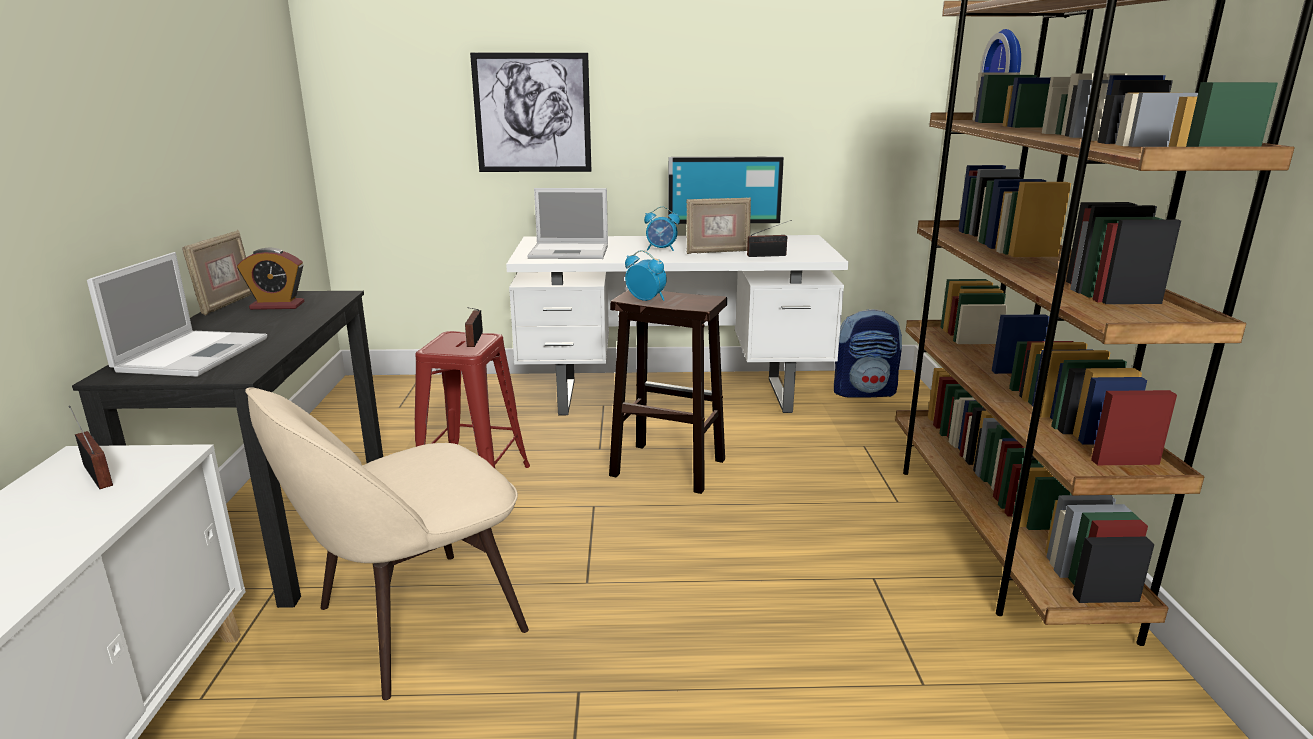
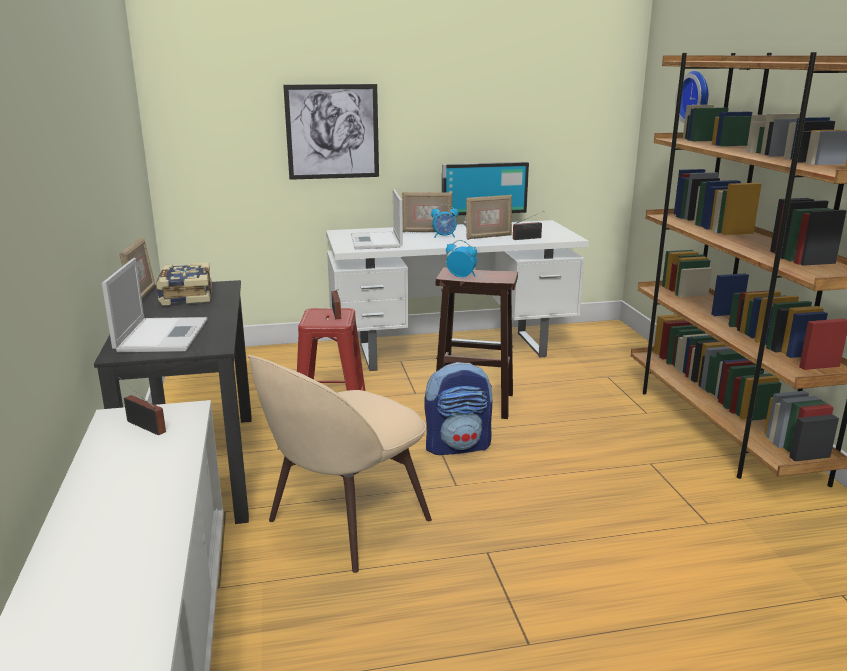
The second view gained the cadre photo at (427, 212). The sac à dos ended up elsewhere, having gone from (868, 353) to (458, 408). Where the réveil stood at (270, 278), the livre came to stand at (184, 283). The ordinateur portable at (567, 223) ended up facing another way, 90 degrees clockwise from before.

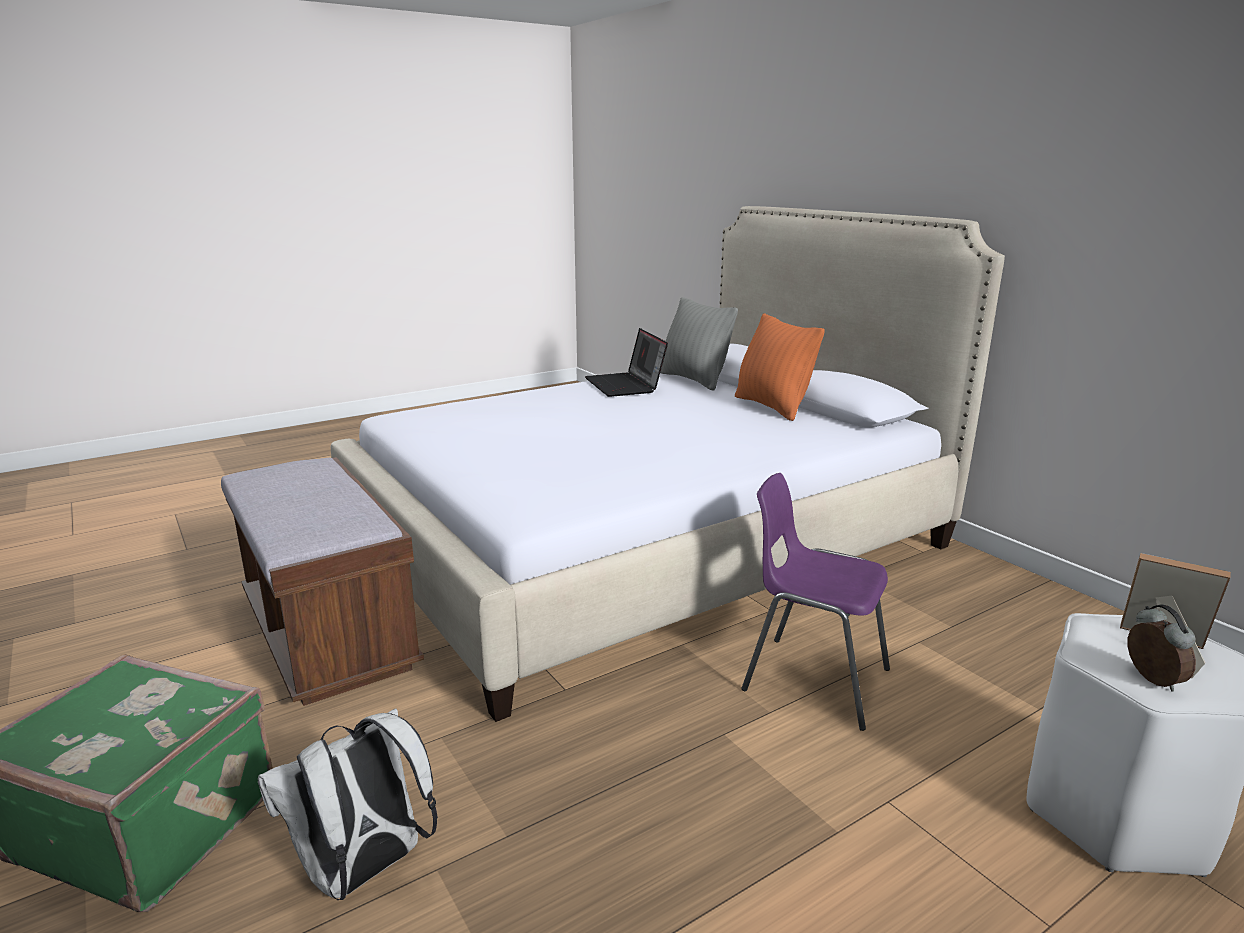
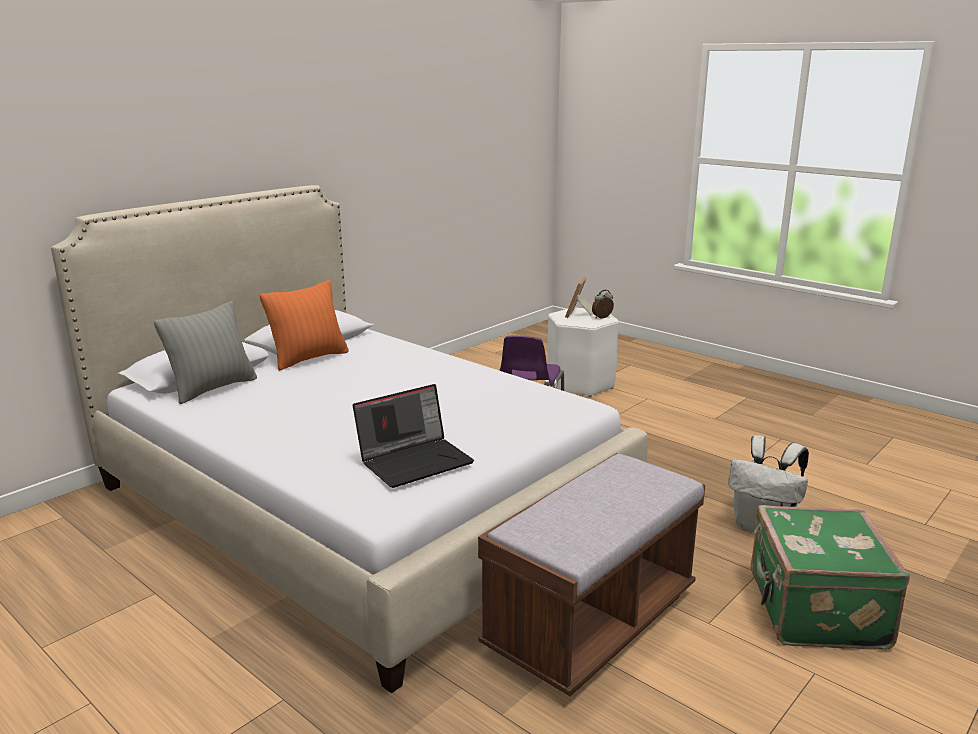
The ordinateur portable ended up elsewhere, having gone from (626, 362) to (413, 436).

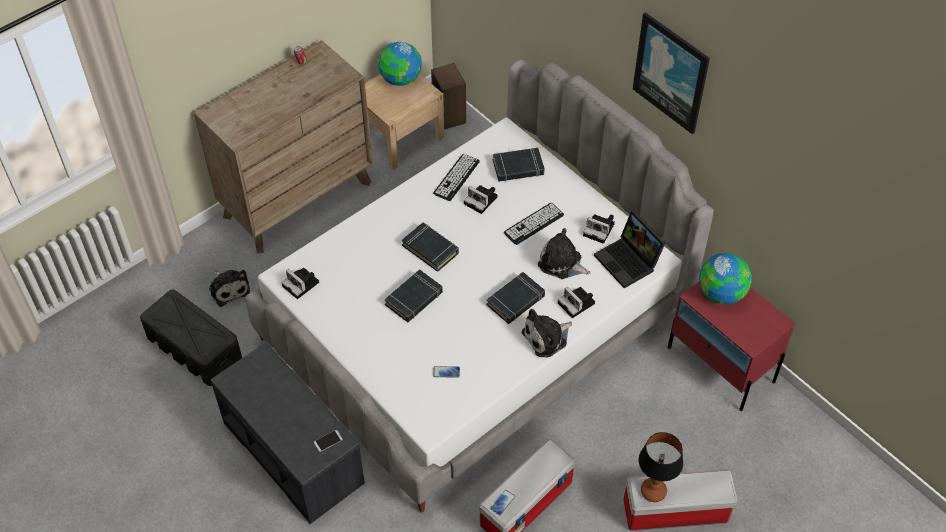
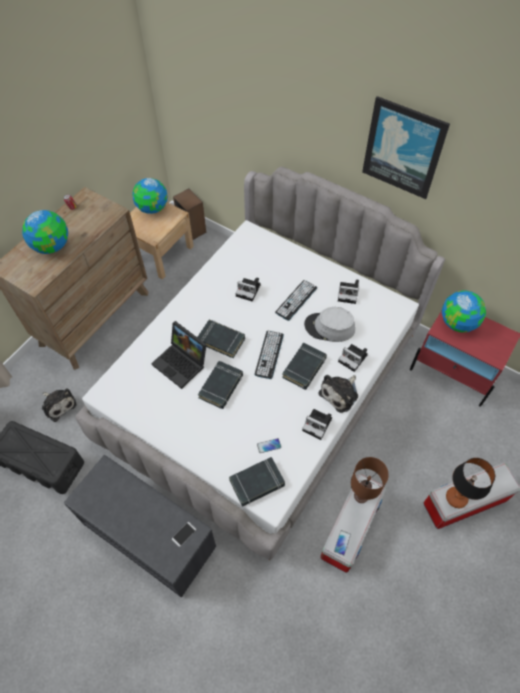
The second view gained the globe at (45, 232). The second view gained the lampe de table [marron] at (370, 480). The appareil photo ended up elsewhere, having gone from (300, 283) to (317, 424). The clavier ended up elsewhere, having gone from (456, 177) to (269, 355). The livre [noir] ended up elsewhere, having gone from (519, 165) to (257, 481). The ordinateur portable ended up elsewhere, having gone from (629, 249) to (179, 355). Where the peluche stood at (564, 253), the chapeau [gris] came to stand at (329, 324).

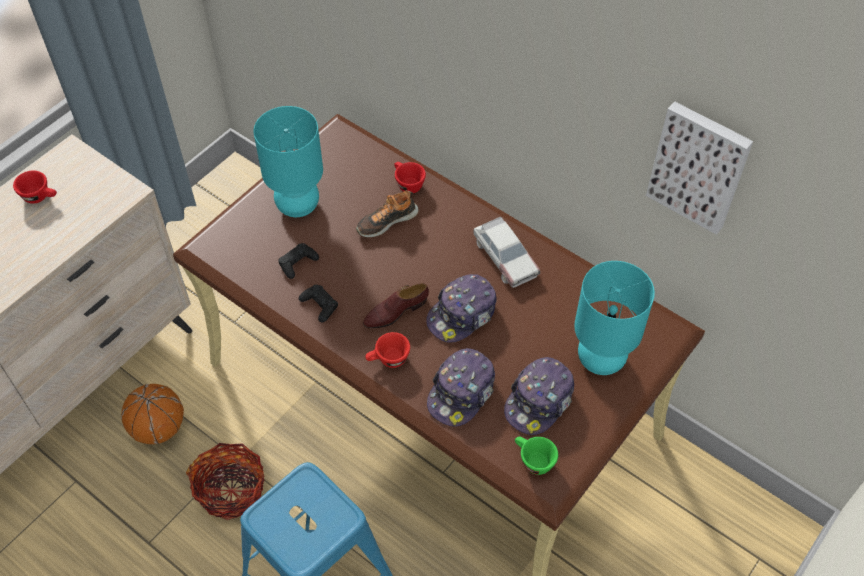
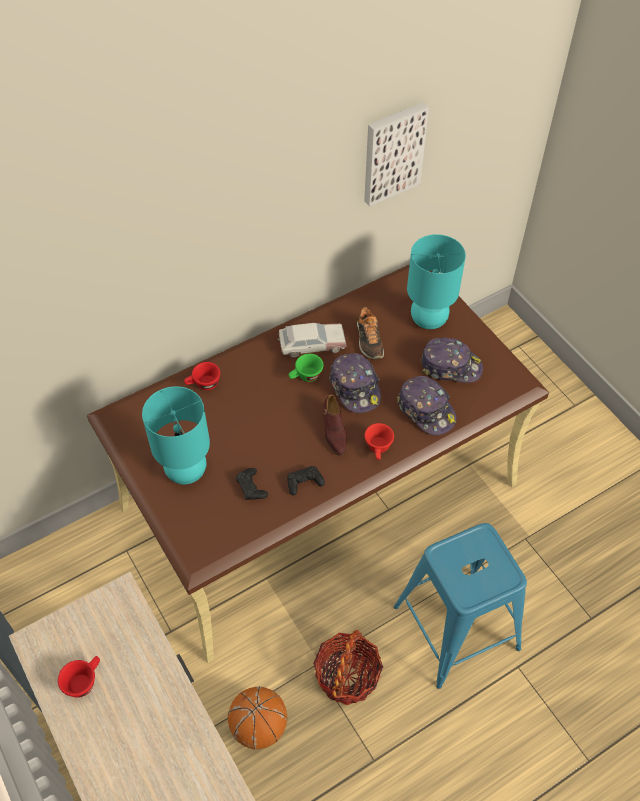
The chaussure ended up elsewhere, having gone from (387, 214) to (370, 333). The tasse [vert] ended up elsewhere, having gone from (536, 455) to (306, 368). The casquette at (539, 396) ended up facing another way, 45 degrees counterclockwise from before.

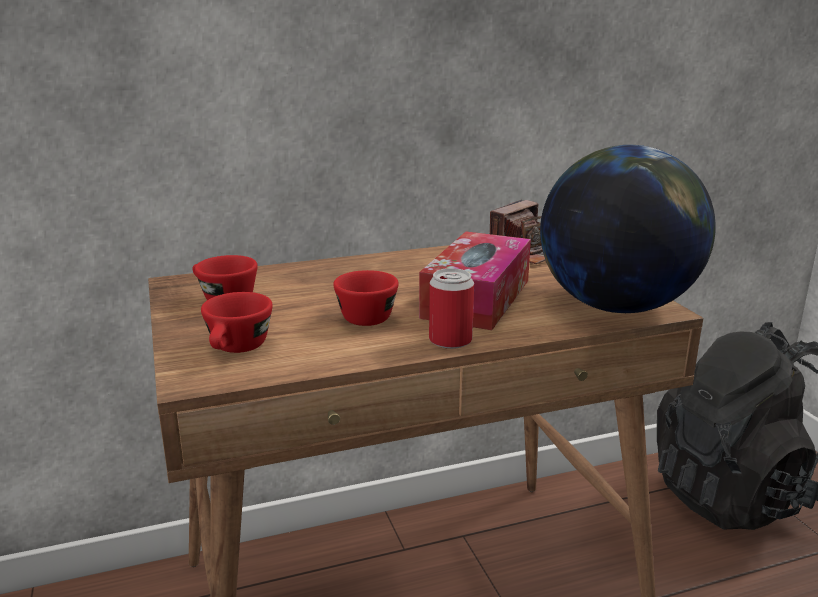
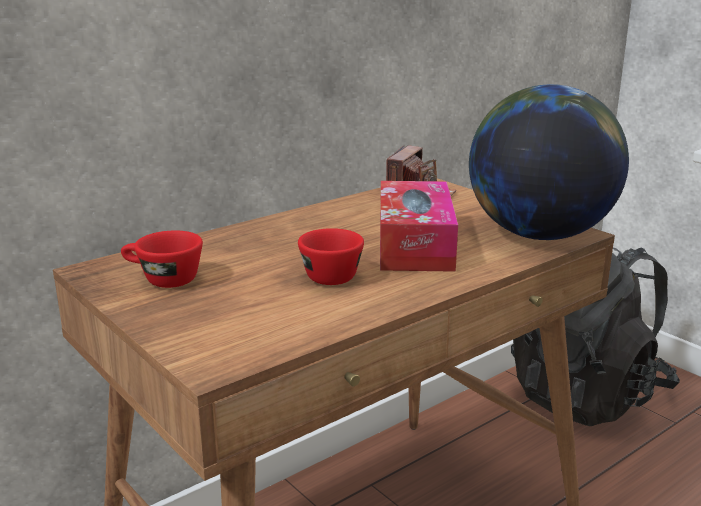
The second view lost the tasse [rouge] at (237, 322). The second view lost the boîte métallique at (451, 308).

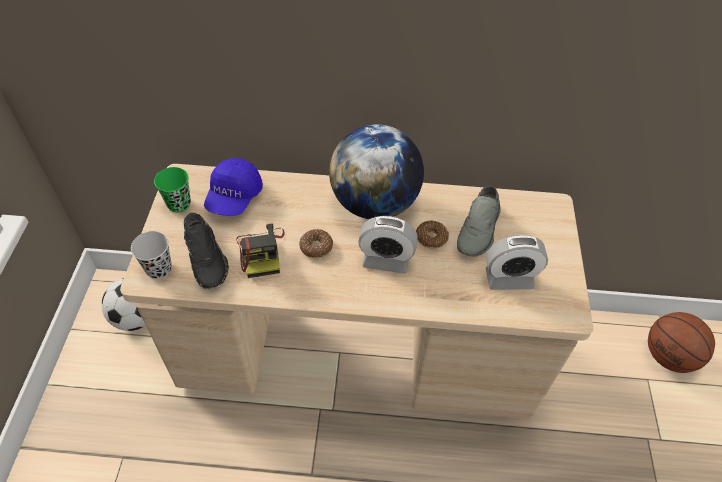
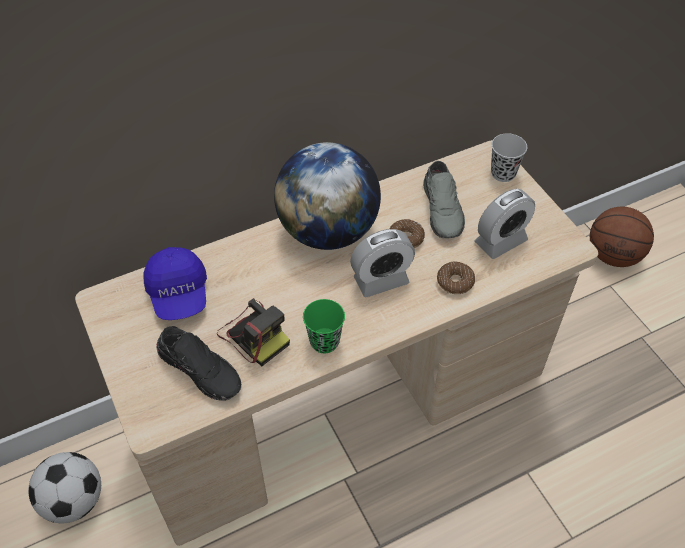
The tasse [noir] ended up elsewhere, having gone from (151, 255) to (509, 157). The tasse [vert] ended up elsewhere, having gone from (172, 189) to (324, 326). The beignet ended up elsewhere, having gone from (316, 243) to (456, 278).

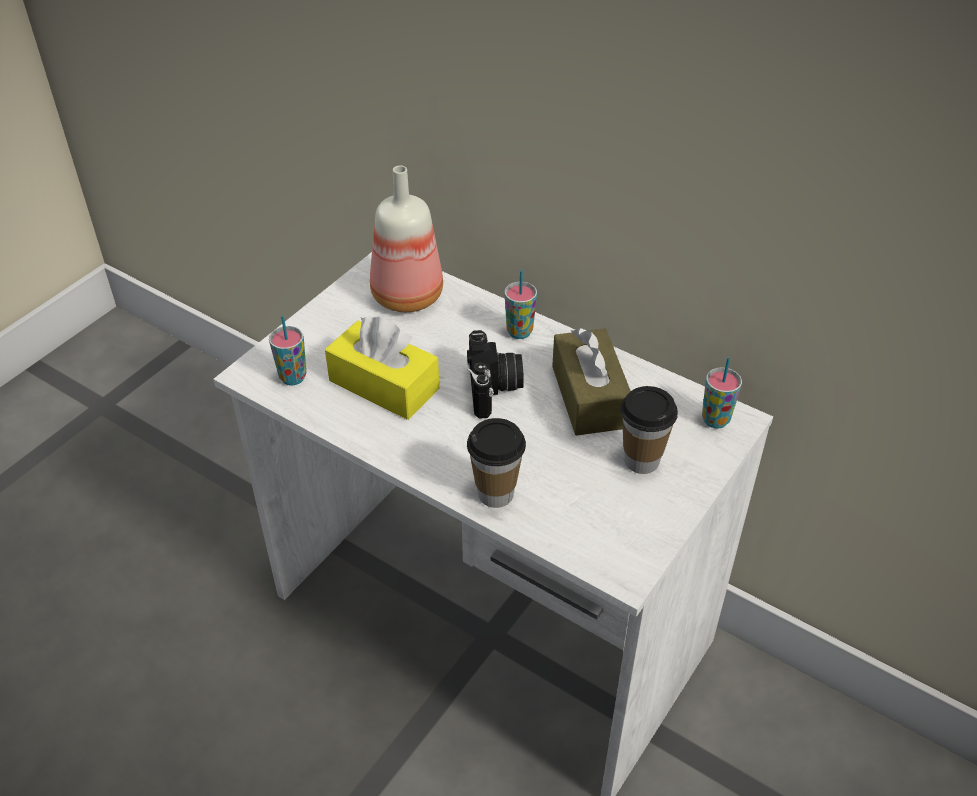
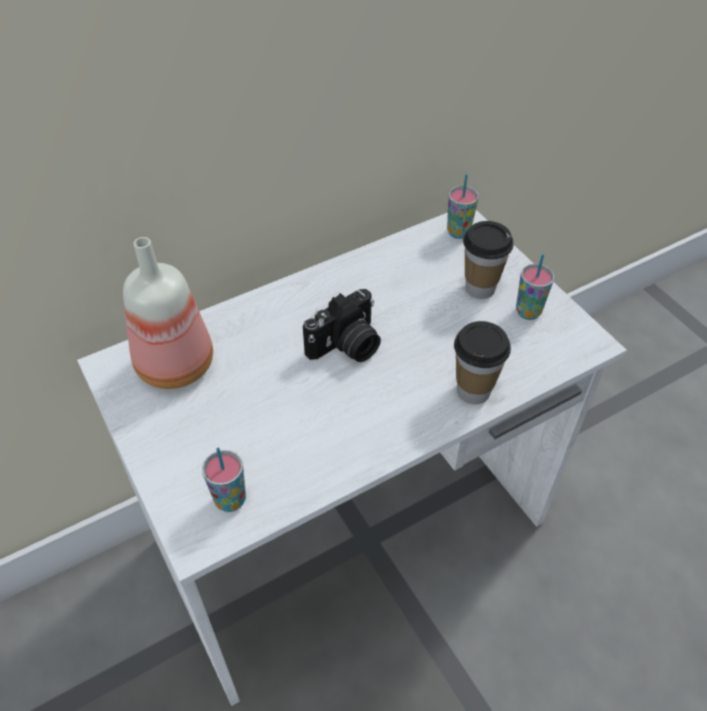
The second view lost the boîte à mouchoirs [jaune] at (382, 368). The second view lost the boîte à mouchoirs [marron] at (591, 382). The tasse ended up elsewhere, having gone from (520, 304) to (535, 287). The appareil photo at (495, 374) ended up facing another way, 120 degrees clockwise from before.

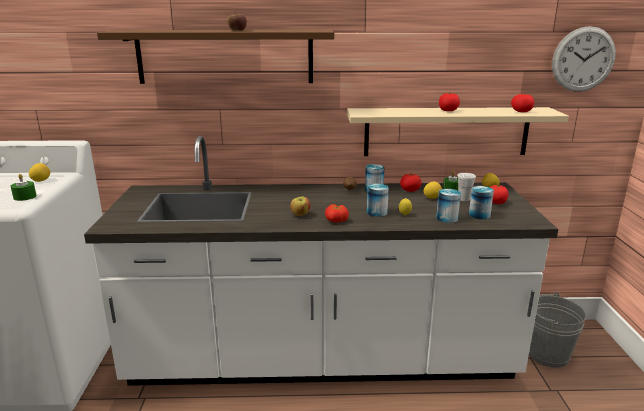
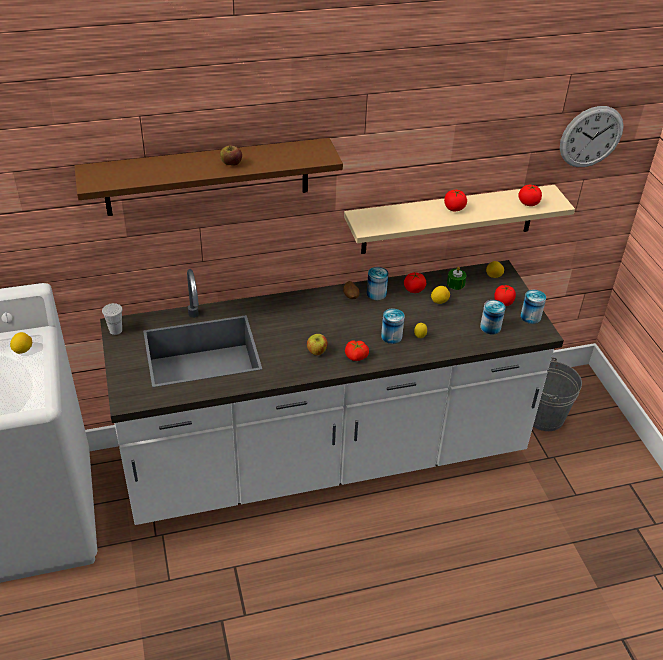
The second view lost the bougie [vert] at (24, 187). The boîte métallique ended up elsewhere, having gone from (448, 206) to (533, 307). The tasse [blanc] ended up elsewhere, having gone from (466, 187) to (112, 319).

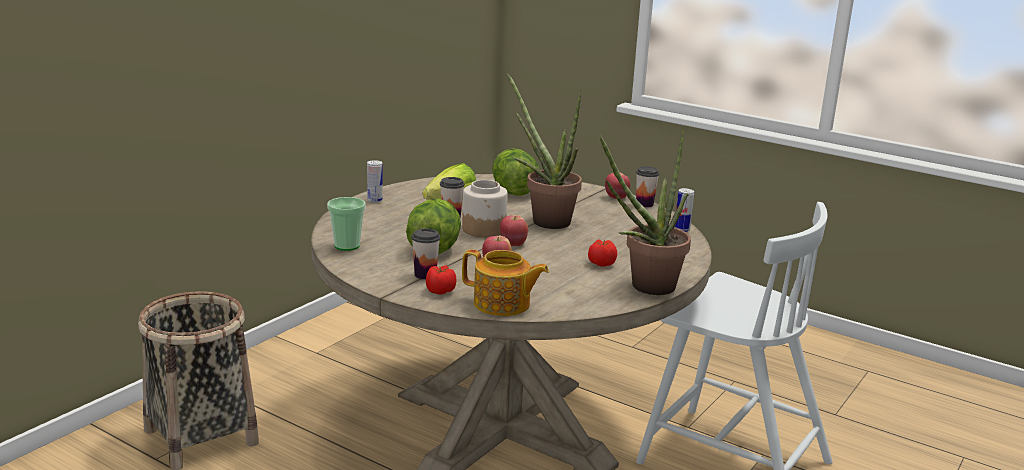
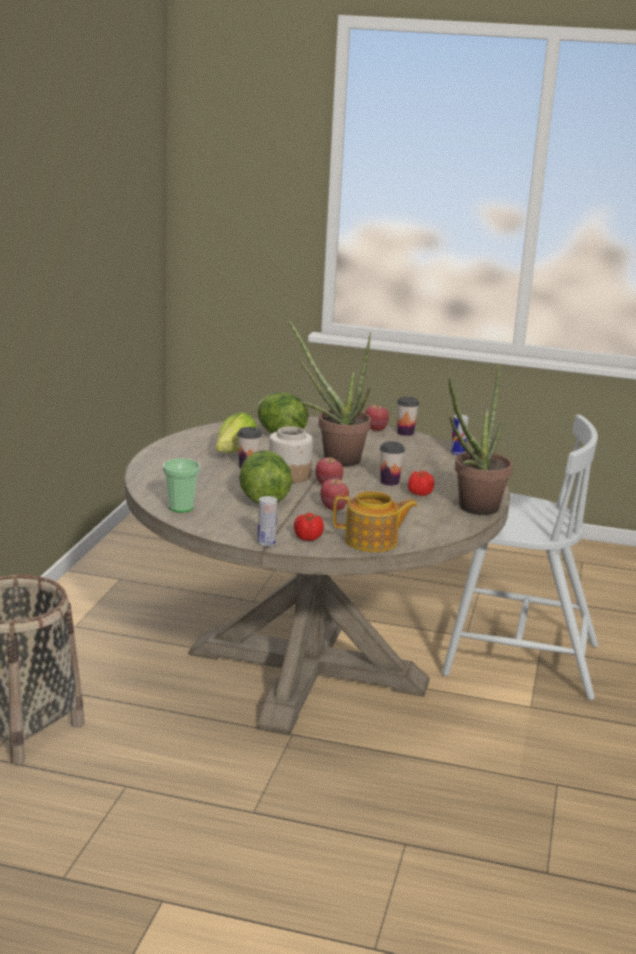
The boîte métallique ended up elsewhere, having gone from (375, 181) to (267, 521). The tasse ended up elsewhere, having gone from (425, 253) to (392, 464).

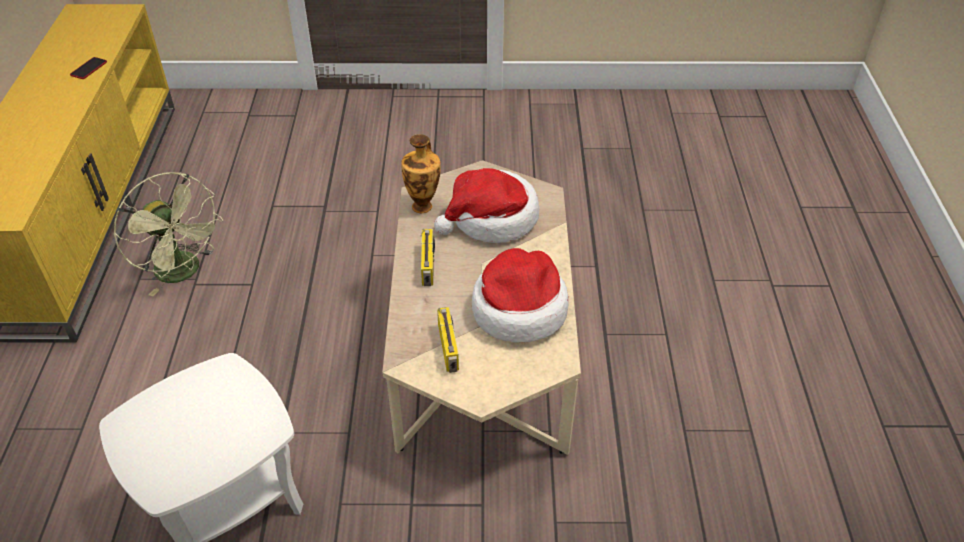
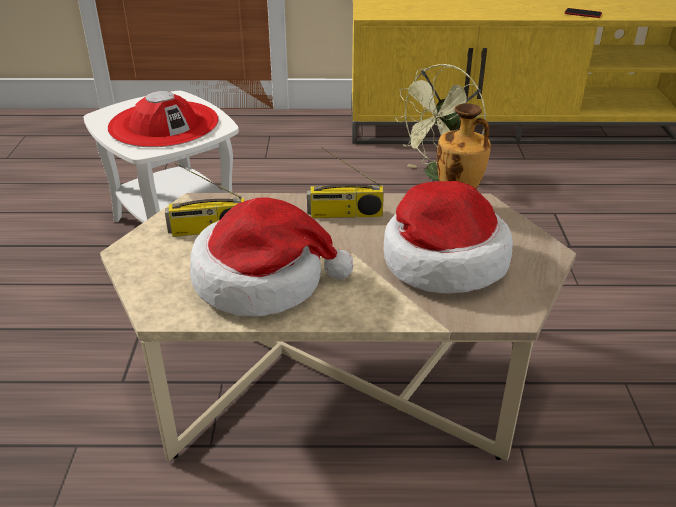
The second view gained the chapeau [rouge] at (163, 119).

